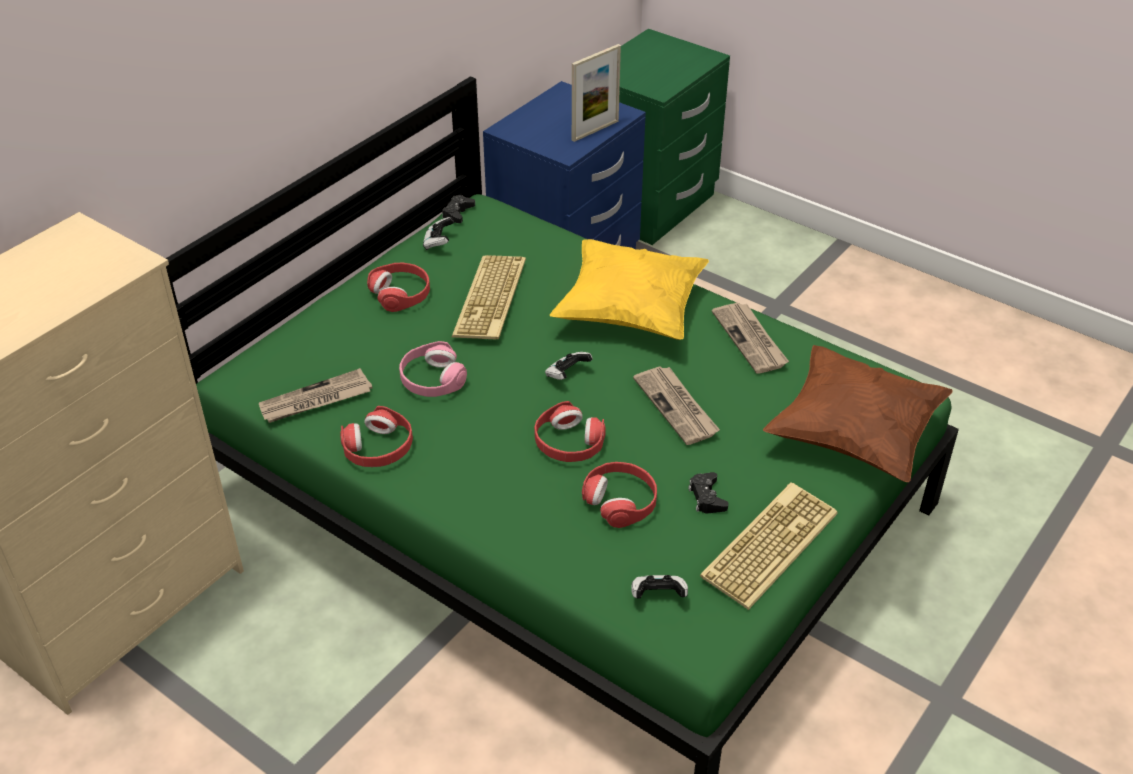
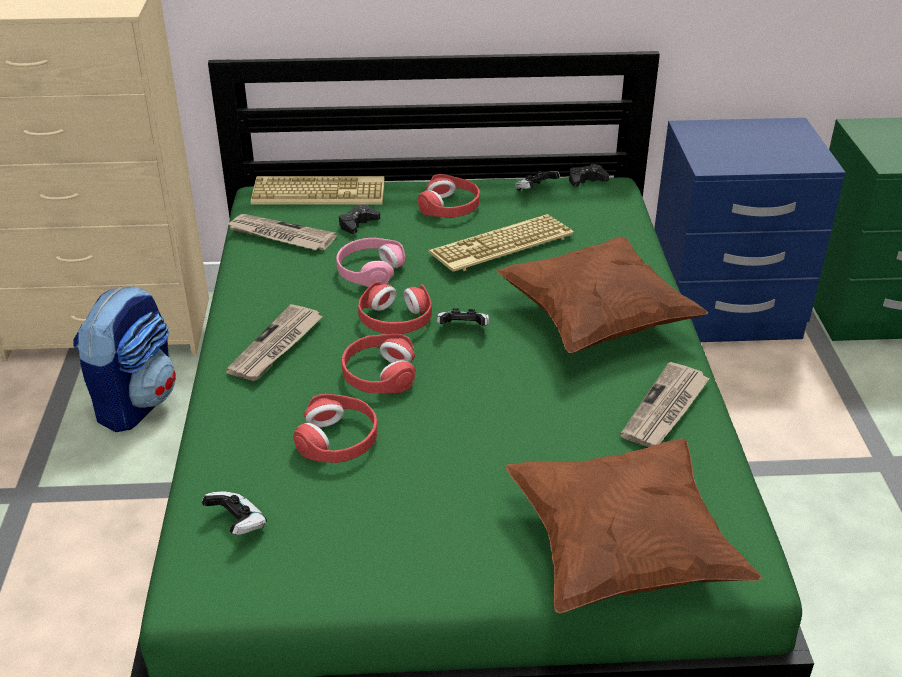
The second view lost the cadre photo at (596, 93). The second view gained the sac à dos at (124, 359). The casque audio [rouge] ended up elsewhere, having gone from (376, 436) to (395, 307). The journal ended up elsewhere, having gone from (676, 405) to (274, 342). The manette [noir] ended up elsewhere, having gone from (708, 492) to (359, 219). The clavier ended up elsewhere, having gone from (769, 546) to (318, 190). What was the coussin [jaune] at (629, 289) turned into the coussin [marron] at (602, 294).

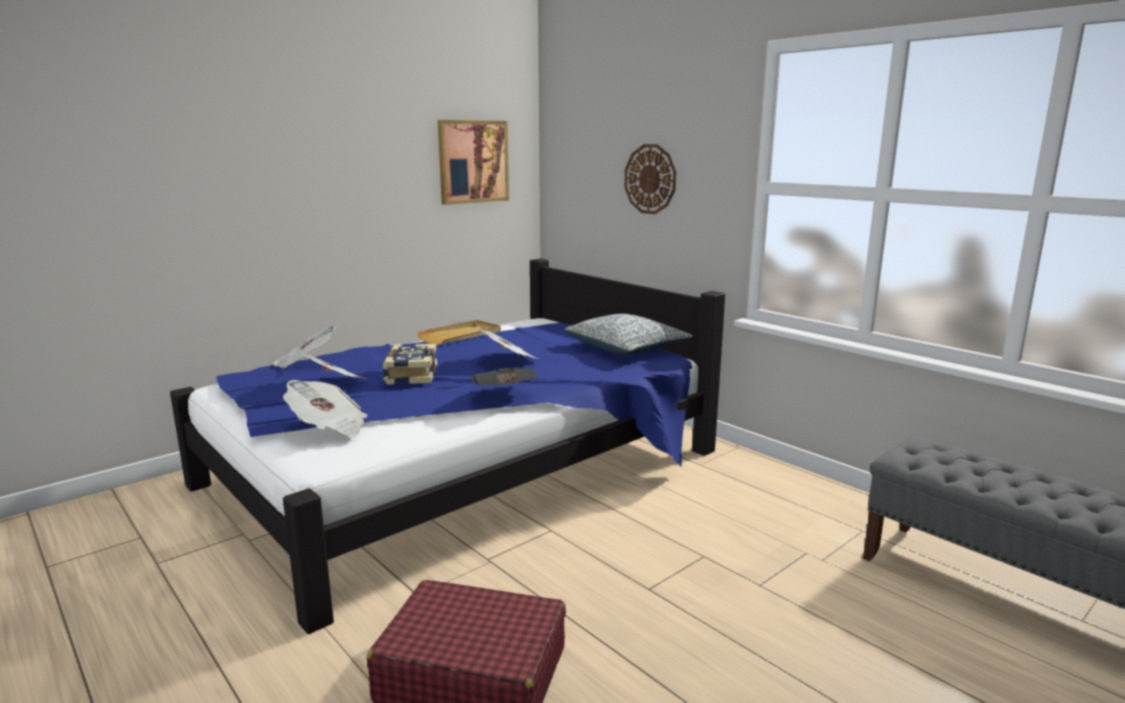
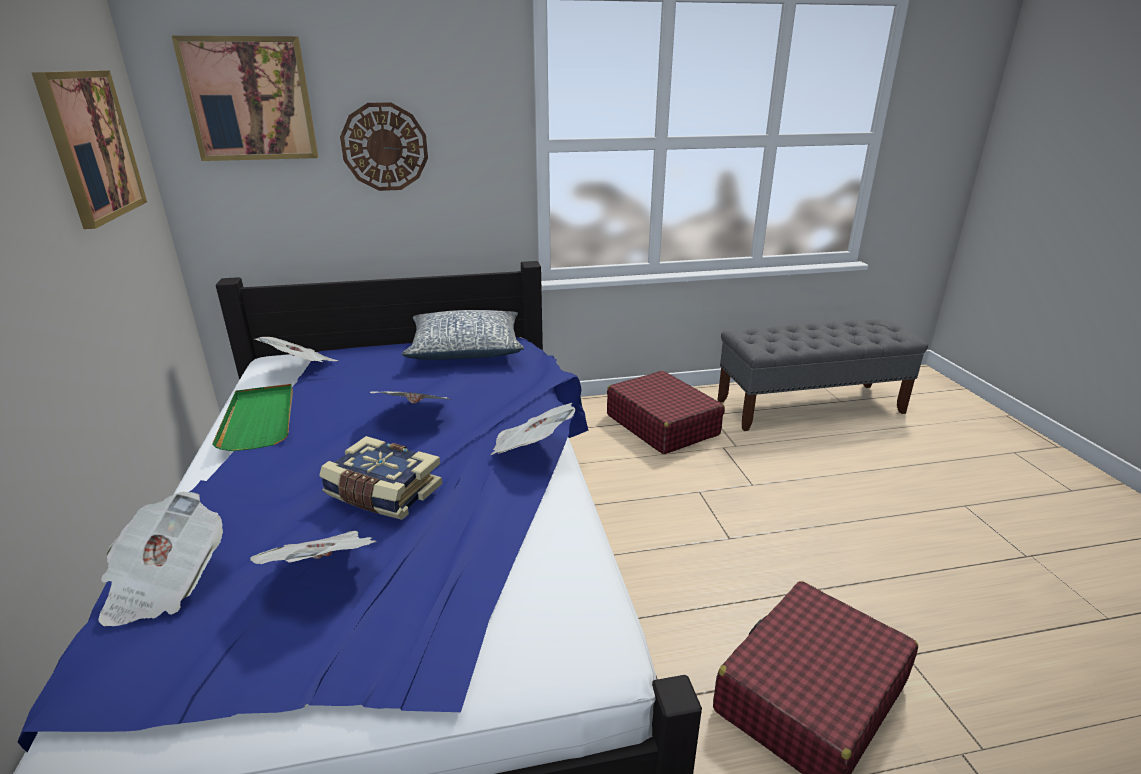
The second view gained the tableau at (245, 98). The second view gained the valise [rouge] at (666, 412). The journal ended up elsewhere, having gone from (325, 408) to (296, 349). What was the plateau [beige] at (458, 332) turned into the plateau [vert] at (252, 417).

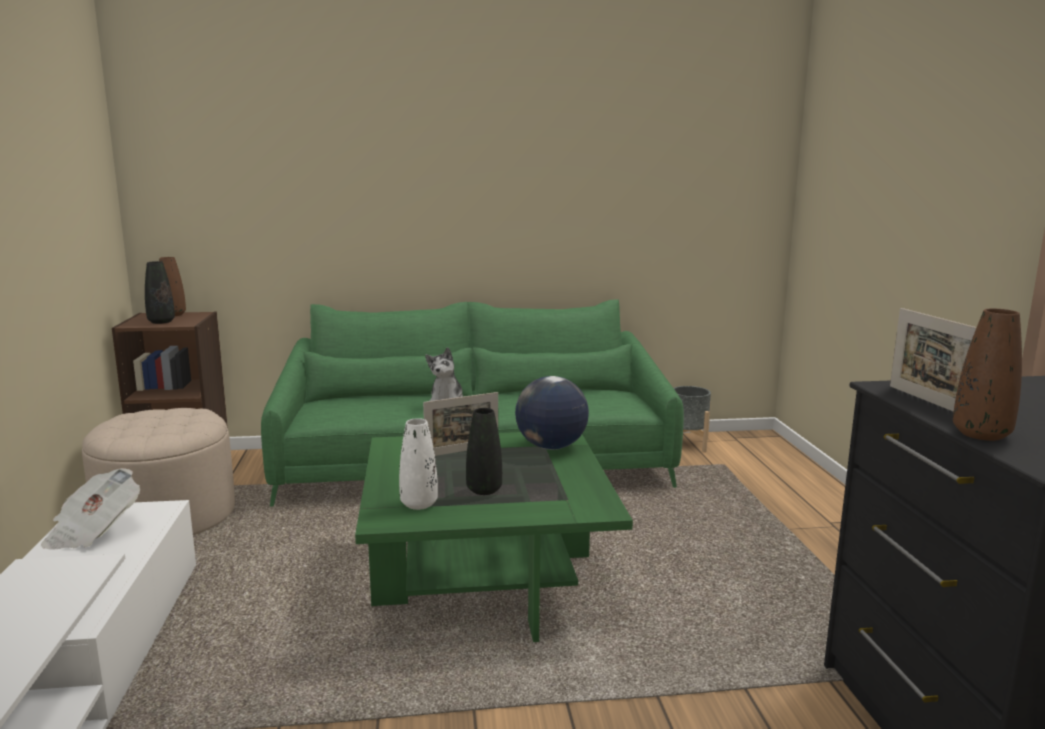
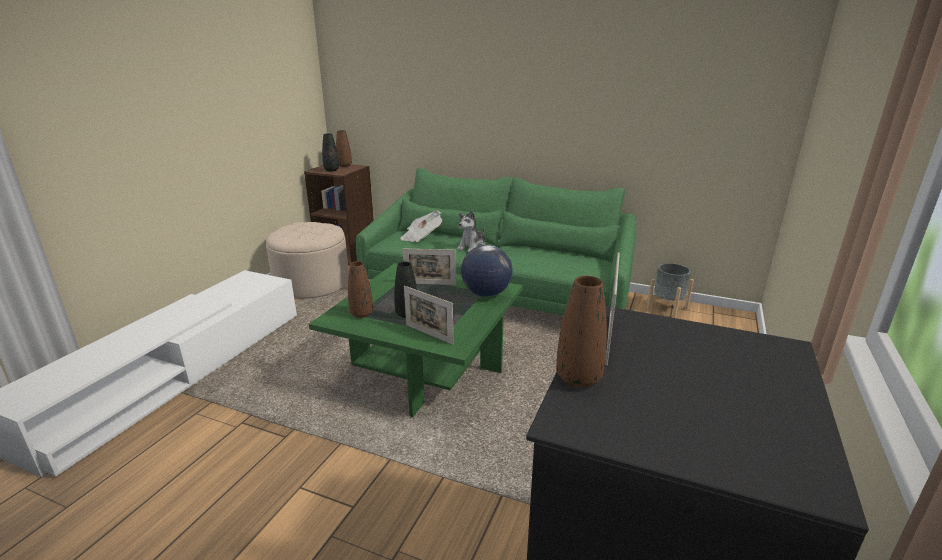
The second view gained the cadre photo at (428, 315). The journal ended up elsewhere, having gone from (90, 509) to (421, 226). What was the vase [blanc] at (418, 464) turned into the vase [marron] at (360, 289).

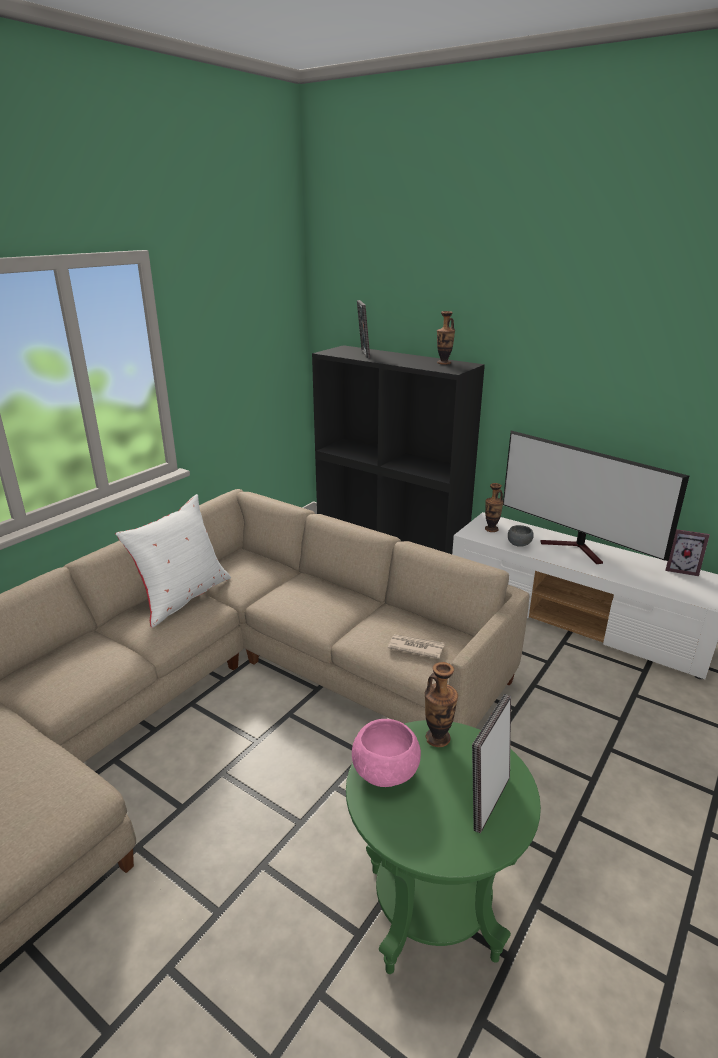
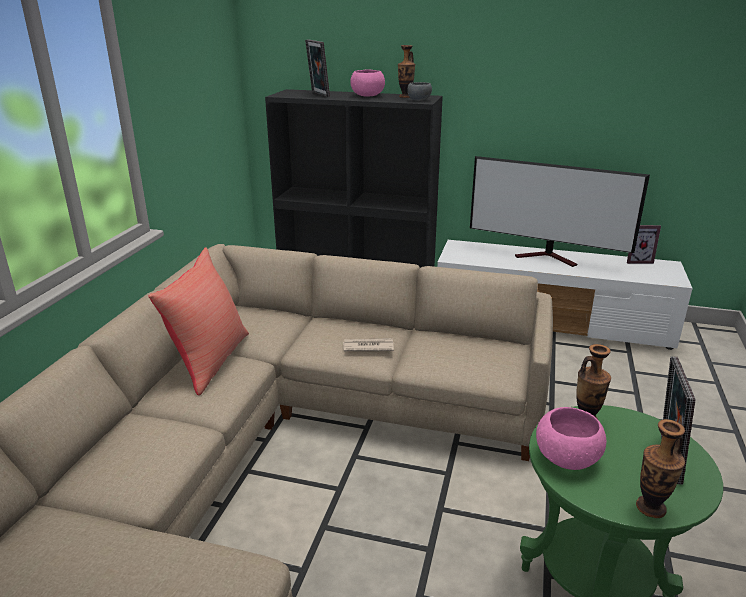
The second view gained the bol [rose] at (367, 83). The journal ended up elsewhere, having gone from (416, 646) to (368, 344). The vase ended up elsewhere, having gone from (494, 507) to (660, 468). The bol [gris] ended up elsewhere, having gone from (521, 536) to (419, 91). What was the coussin [blanc] at (173, 561) turned into the coussin [rouge] at (198, 321).

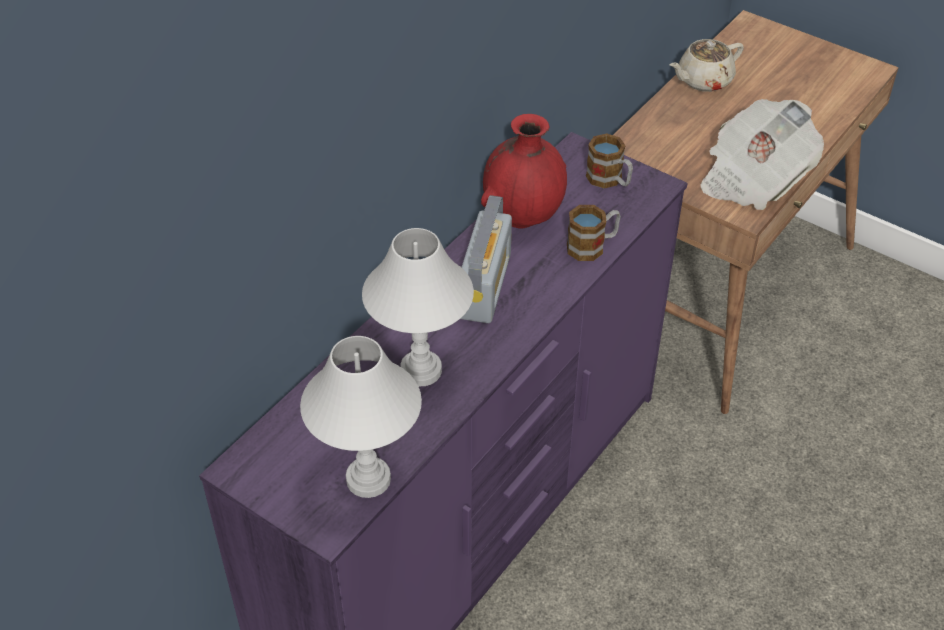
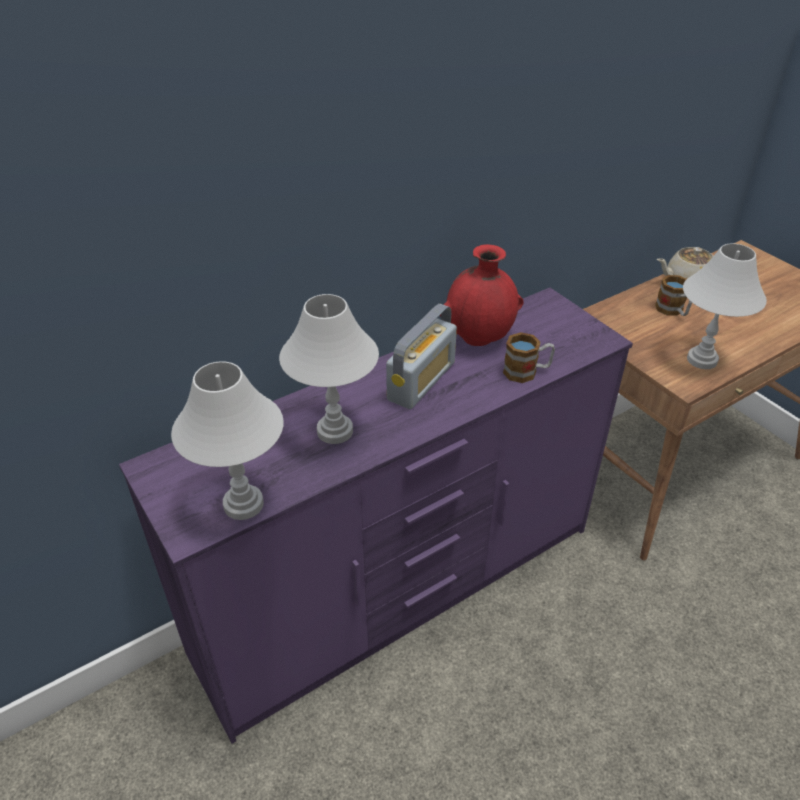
The mug ended up elsewhere, having gone from (609, 160) to (673, 295). Where the journal stood at (762, 154), the lampe de table [blanc] came to stand at (725, 306).

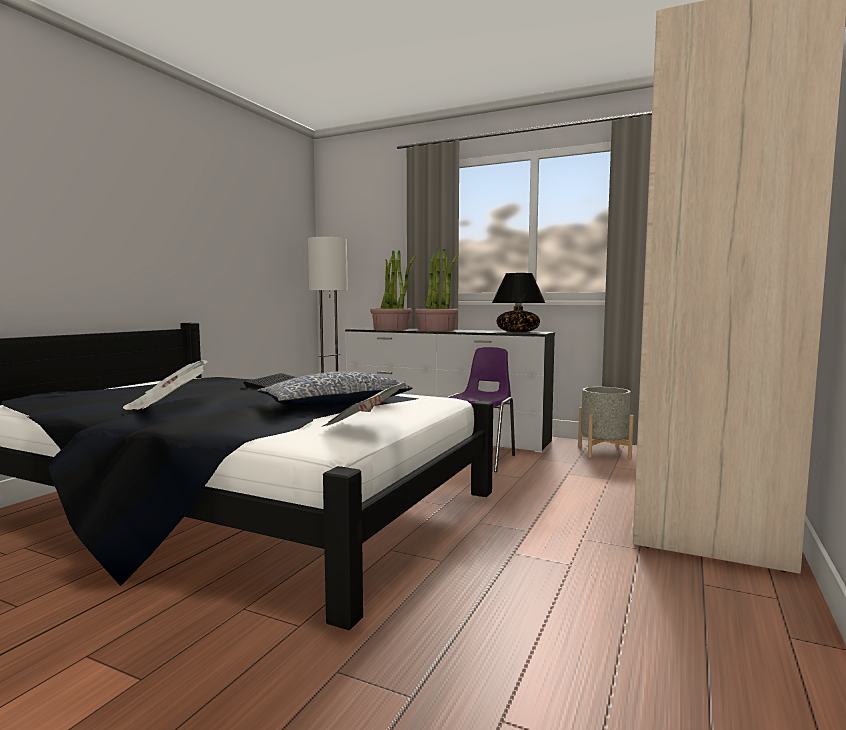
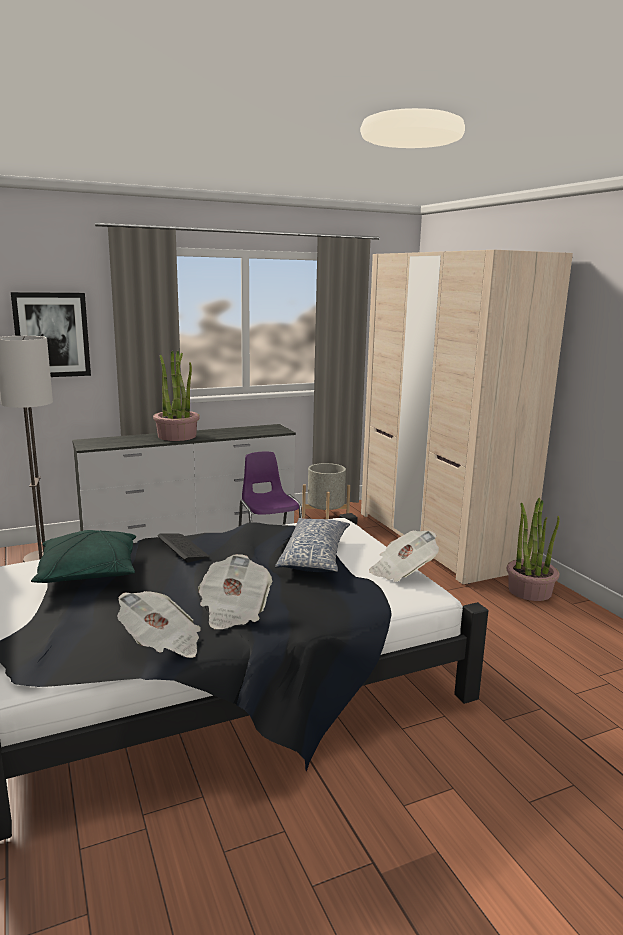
The second view lost the lampe de table [noir] at (519, 302). The second view gained the tableau at (51, 334). The second view gained the coussin [vert] at (83, 556). The second view gained the journal at (159, 624). The plante en pot ended up elsewhere, having gone from (393, 290) to (533, 549).

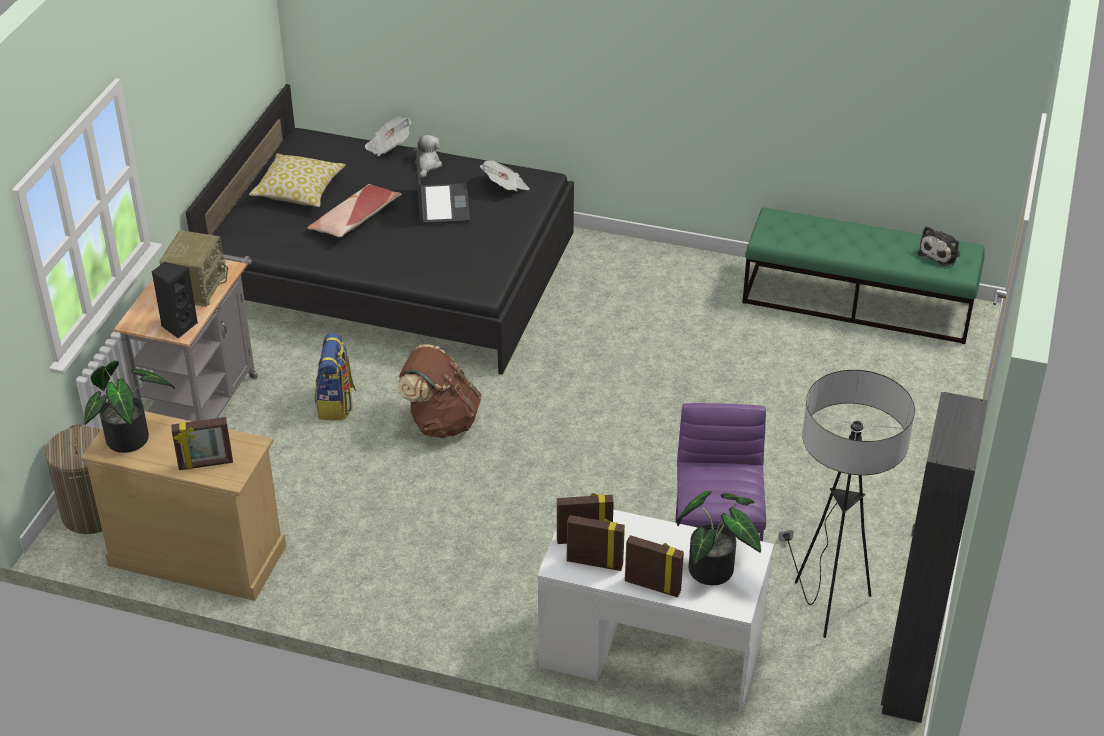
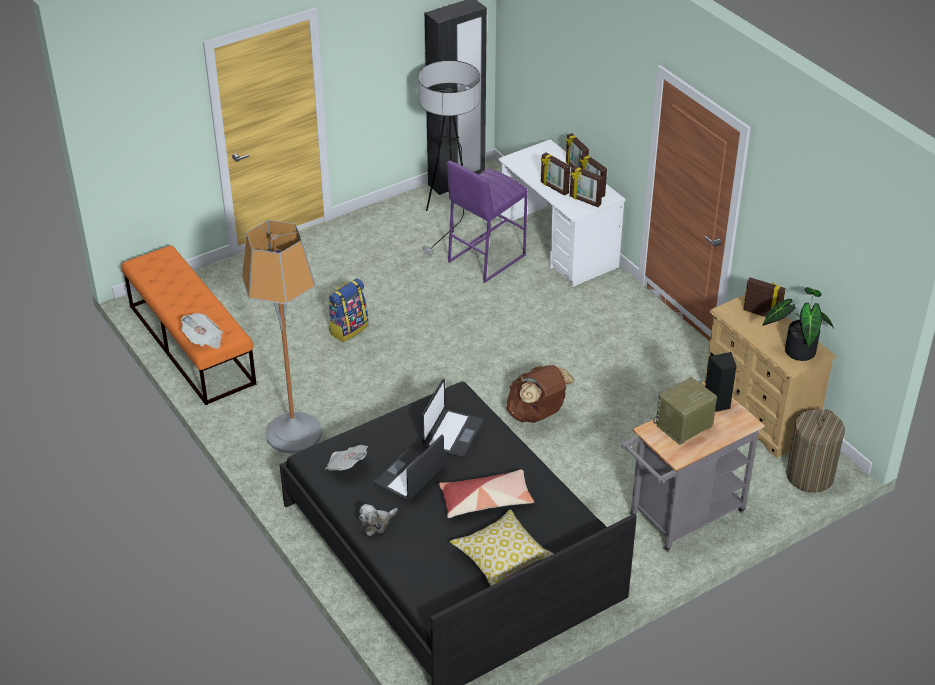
The second view lost the plante en pot at (719, 538). The second view lost the peluche at (938, 246). The second view gained the lampadaire at (282, 337). The second view gained the ordinateur portable at (452, 418). The second view gained the cadre photo at (555, 174). The sac à dos ended up elsewhere, having gone from (335, 376) to (348, 310). The journal ended up elsewhere, having gone from (388, 136) to (202, 331). What was the banc [vert] at (863, 276) turned into the banc [orange] at (189, 325).

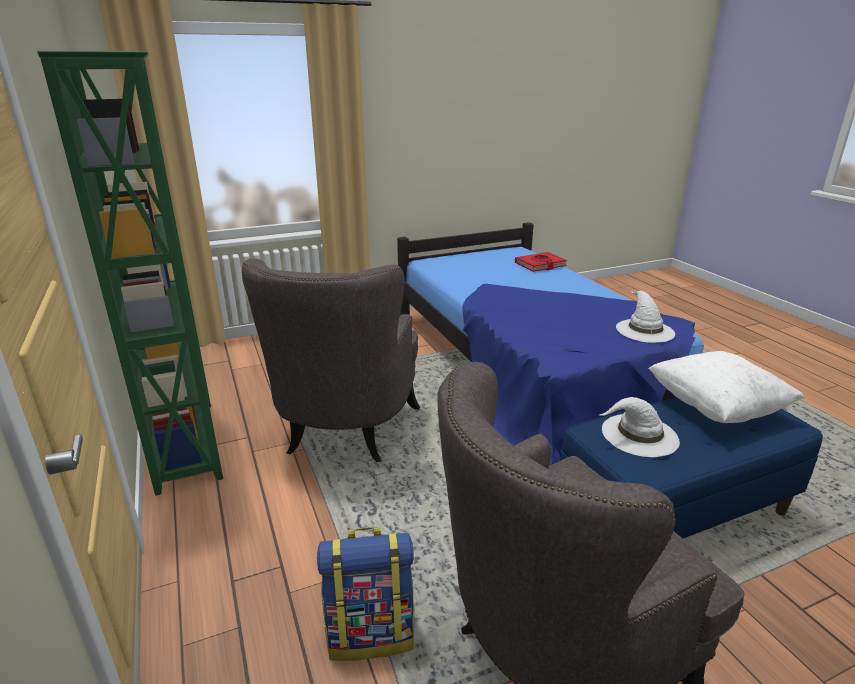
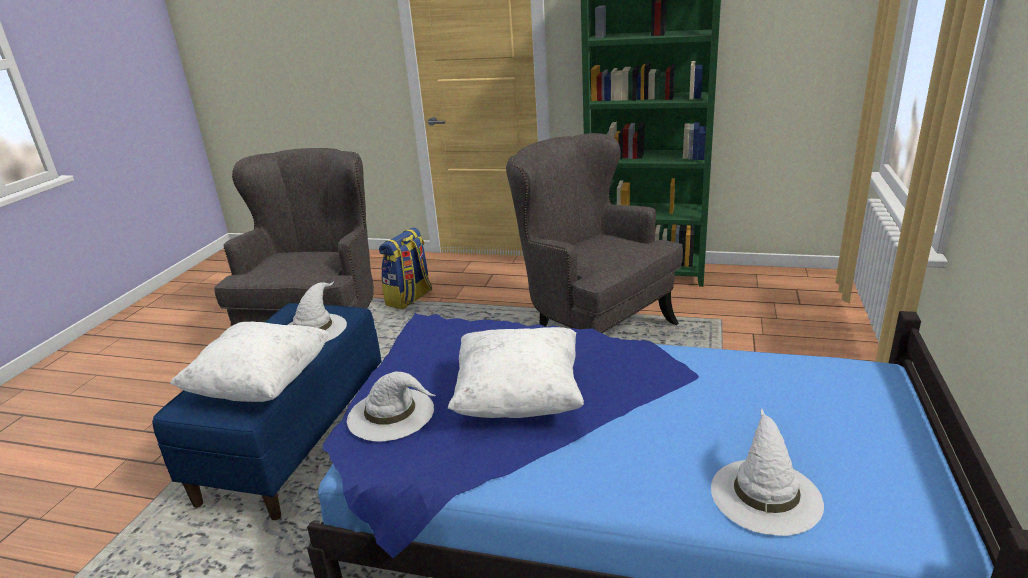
The second view gained the coussin [blanc] at (516, 372). Where the livre [rouge] stood at (541, 262), the chapeau [blanc] came to stand at (767, 472).

